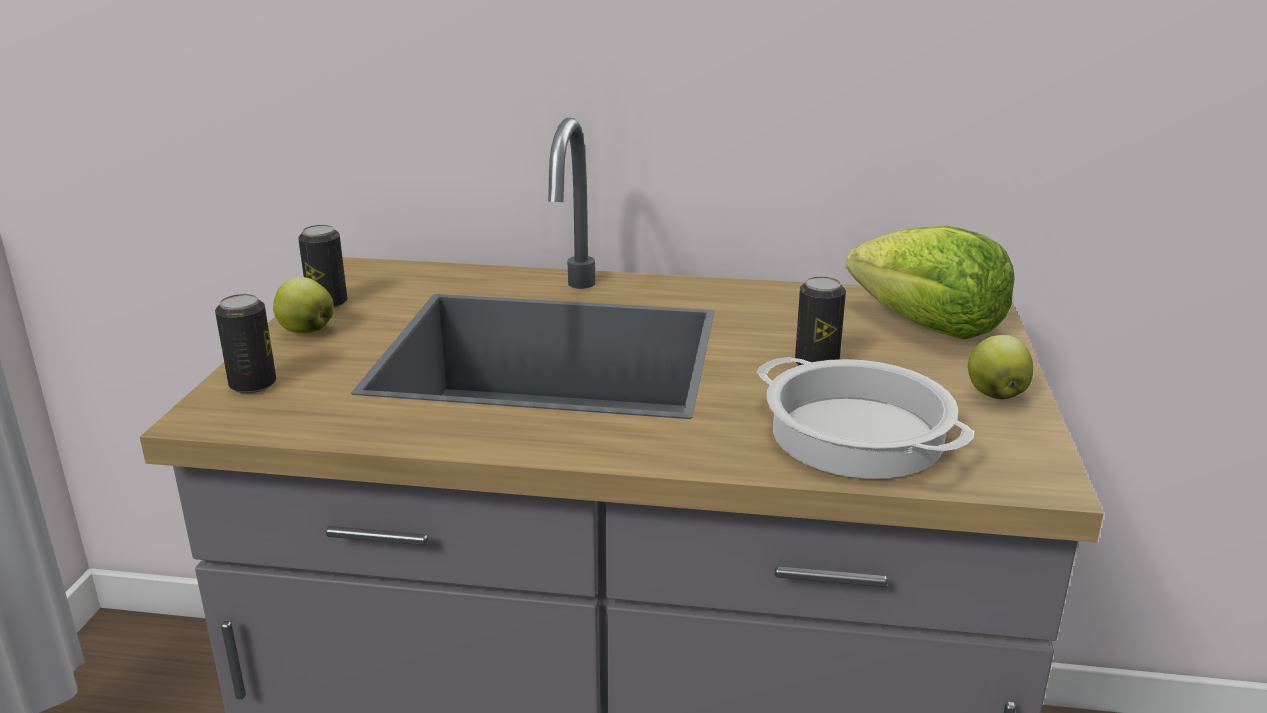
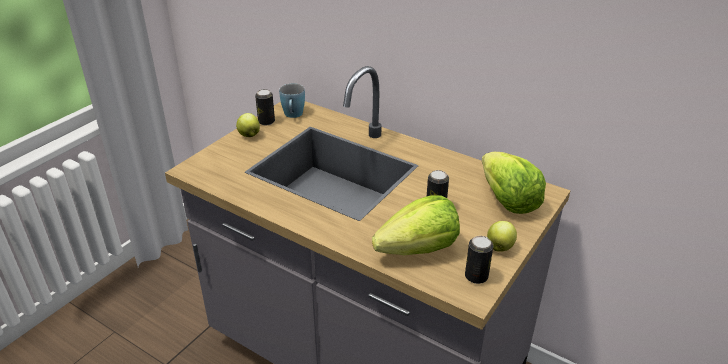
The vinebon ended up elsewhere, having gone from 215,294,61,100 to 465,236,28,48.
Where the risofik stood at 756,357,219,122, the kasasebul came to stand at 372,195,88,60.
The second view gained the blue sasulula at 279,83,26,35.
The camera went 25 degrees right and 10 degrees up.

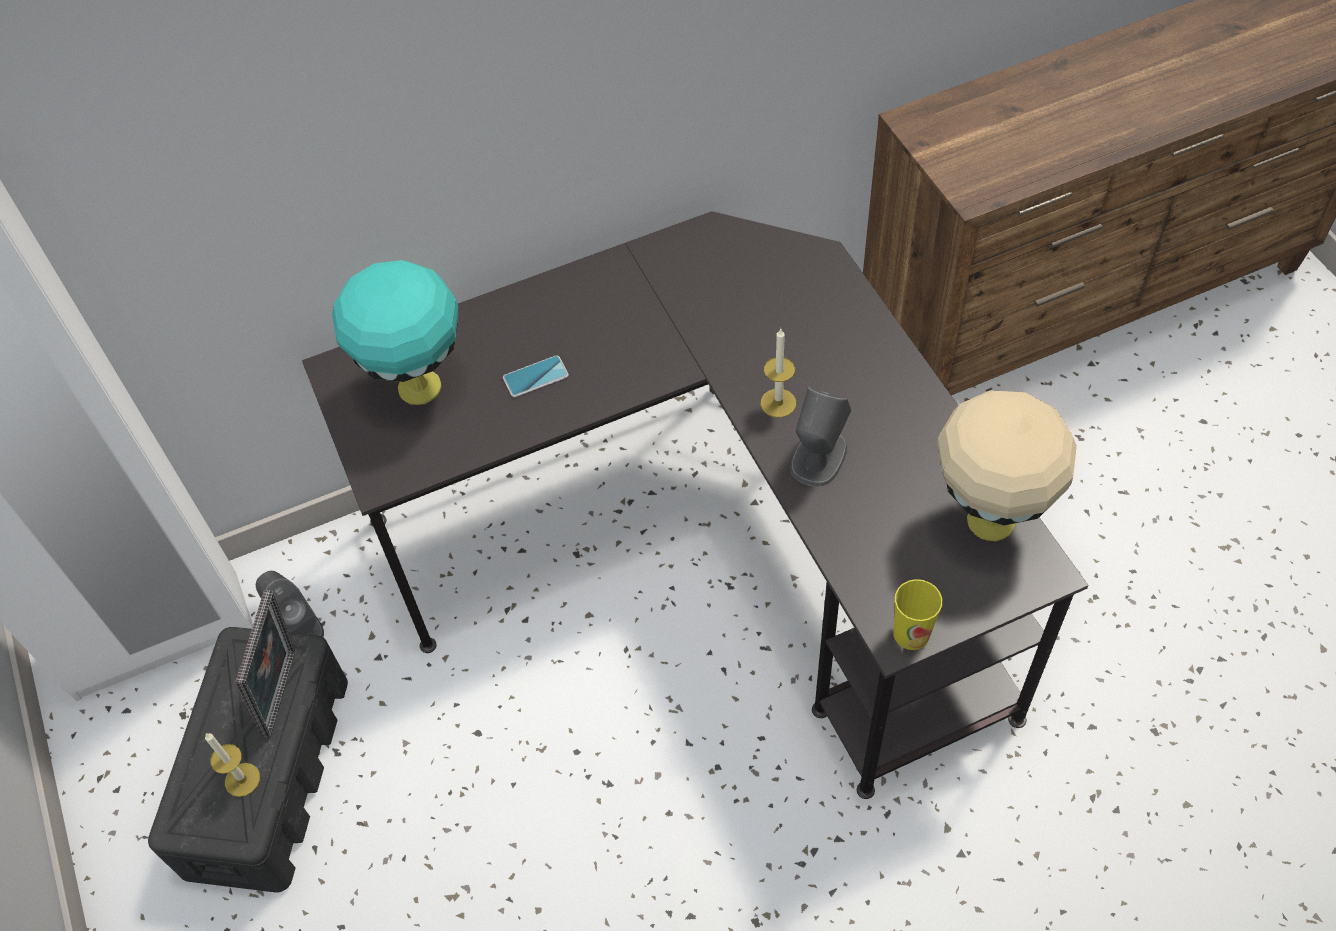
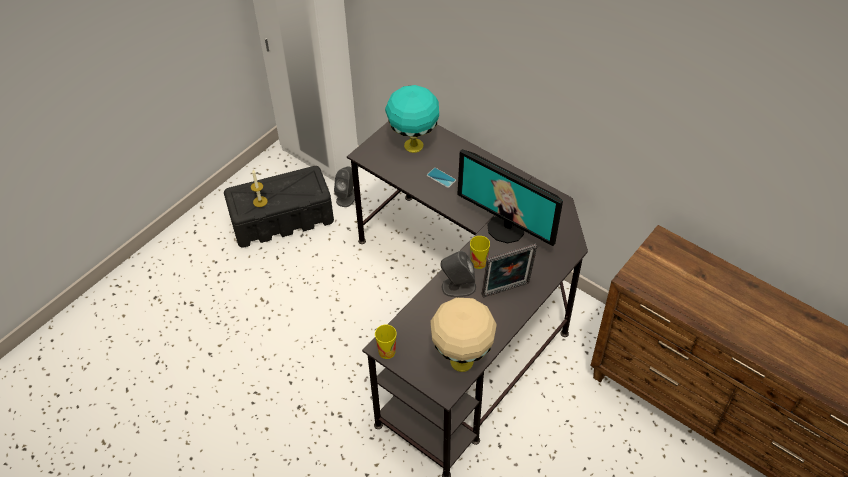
Where the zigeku stood at 761,329,35,89, the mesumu came to stand at 470,236,20,33.
The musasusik ended up elsewhere, having gone from 236,590,59,148 to 481,244,56,54.
The second view gained the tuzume at 457,149,106,97.
The camera went 60 degrees right and 5 degrees down.

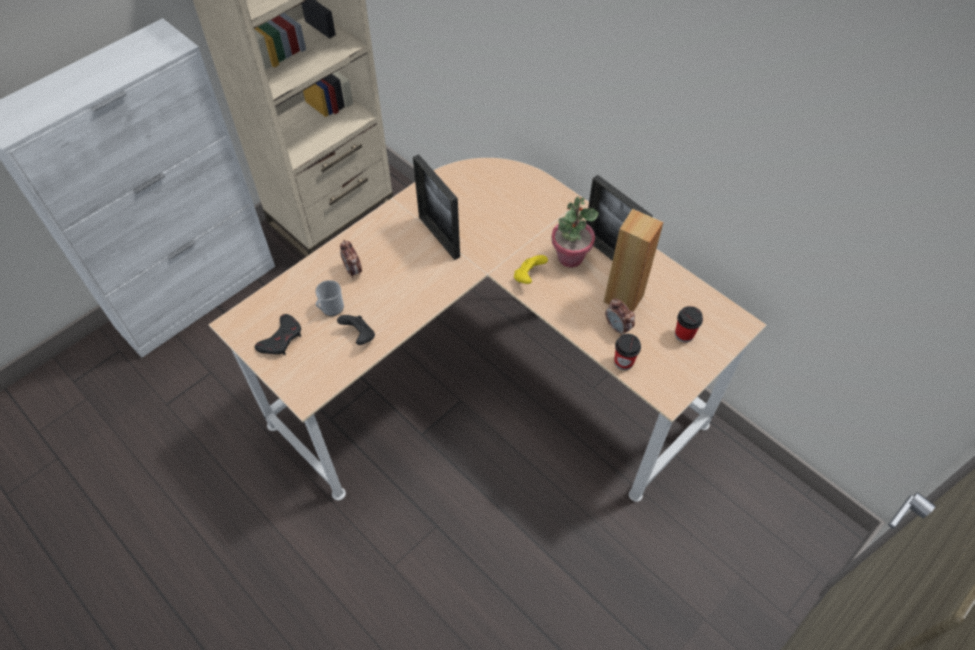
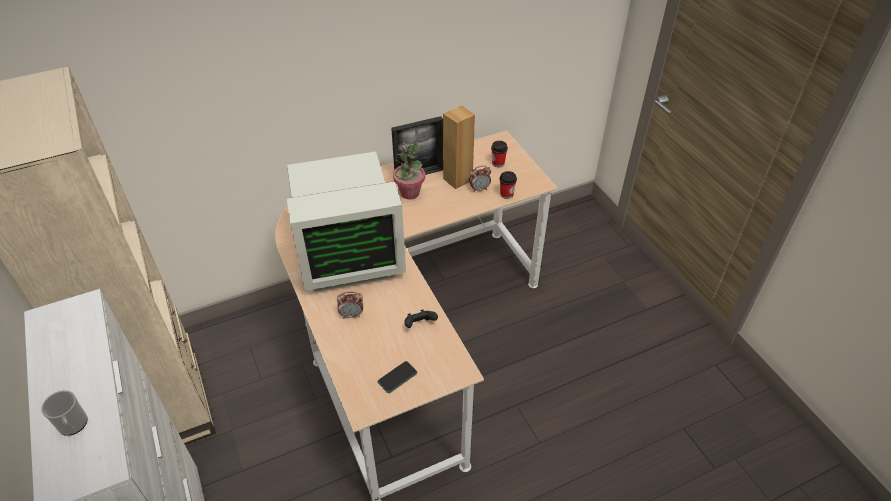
Where the musasusik stood at 413,154,47,106, the tuzume came to stand at 287,152,119,140.
The second view lost the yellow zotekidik at 514,255,34,29.
The sasulula ended up elsewhere, having gone from 315,280,29,36 to 41,390,47,46.
Where the black zotekidik stood at 255,314,46,41, the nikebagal came to stand at 378,361,39,32.
The camera went 70 degrees left and 10 degrees down.

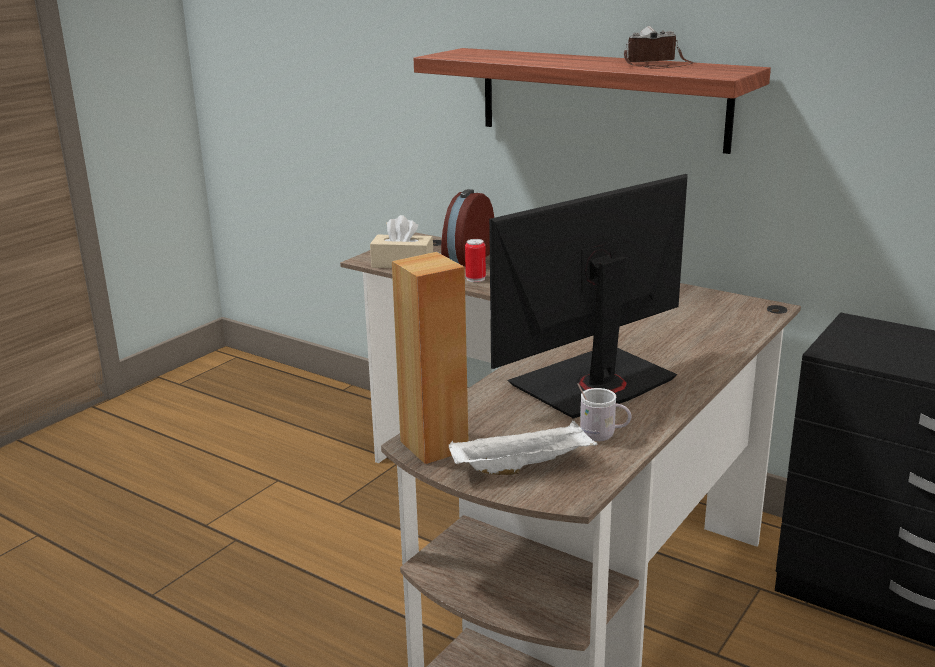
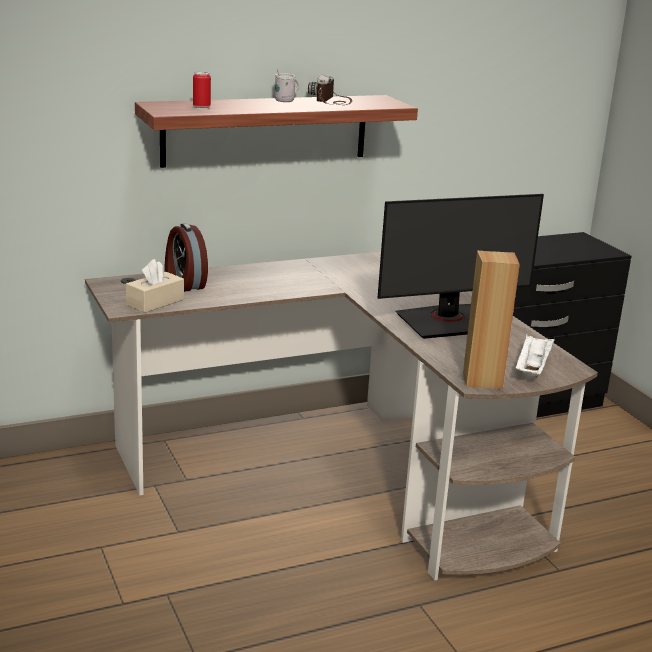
The tuzume at 489,174,199,245 ended up facing another way, 105 degrees counterclockwise from before.
The vinebon ended up elsewhere, having gone from 465,239,21,43 to 193,72,18,38.
The white sasulula ended up elsewhere, having gone from 577,383,54,58 to 275,69,24,33.
The camera went 60 degrees left and 0 degrees up.

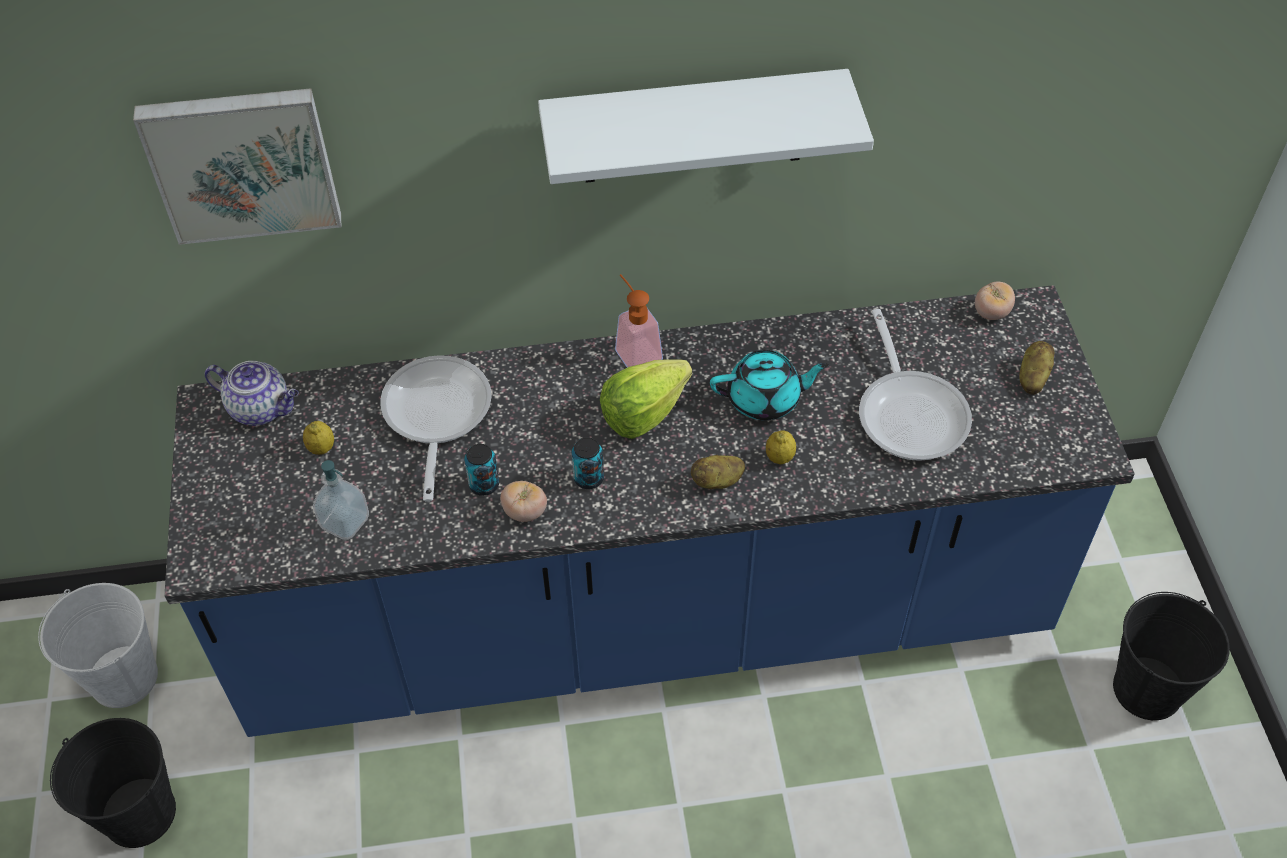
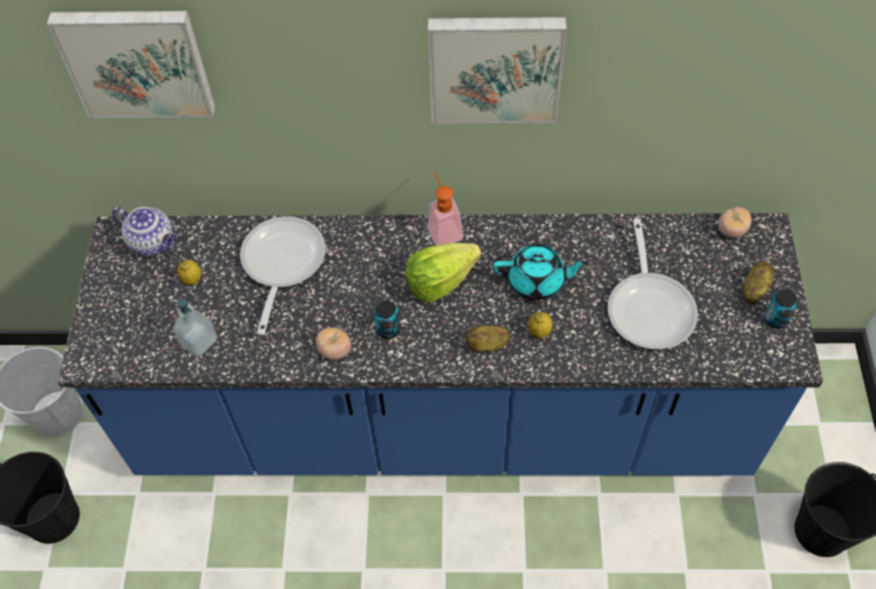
Where the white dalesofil hung at 538,69,336,115, the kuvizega came to hang at 428,17,139,107.
The vinebon ended up elsewhere, having gone from 464,444,35,52 to 765,289,32,39.
The camera went 10 degrees right and 5 degrees up.

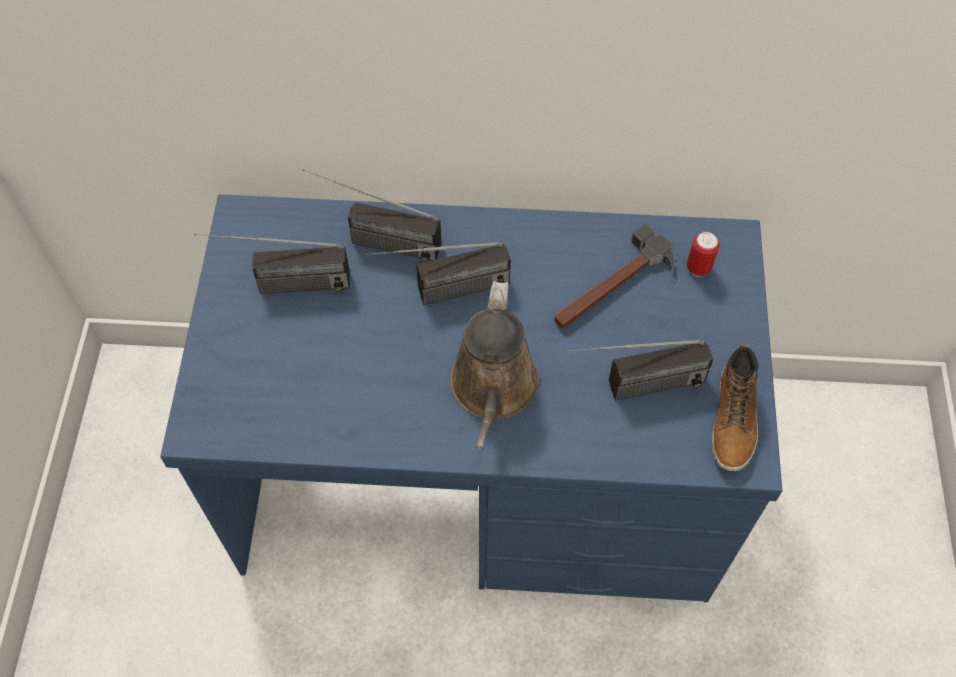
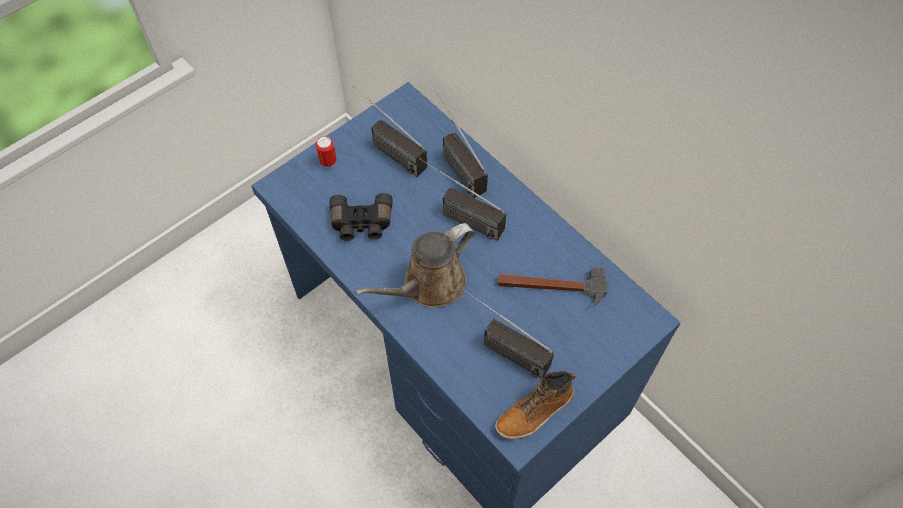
The vinebon ended up elsewhere, having gone from 687,232,33,45 to 316,136,21,32.
The second view gained the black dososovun at 329,193,64,48.
The camera went 45 degrees right and 0 degrees up.

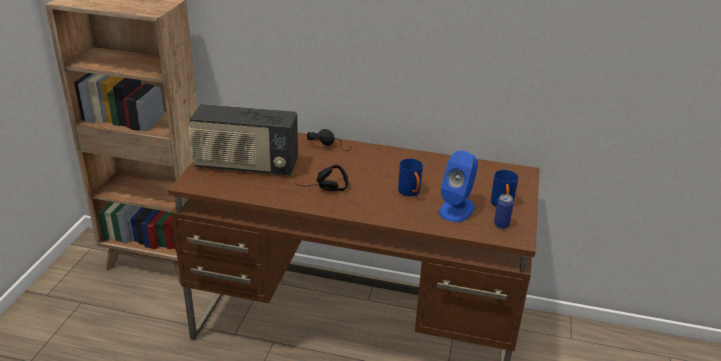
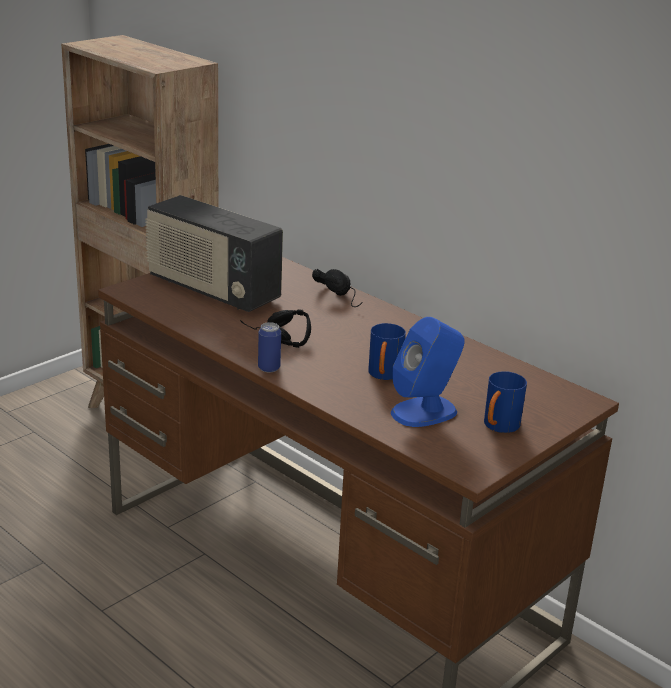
The vinebon ended up elsewhere, having gone from 494,194,20,35 to 258,322,23,50.
The camera went 30 degrees right and 5 degrees down.

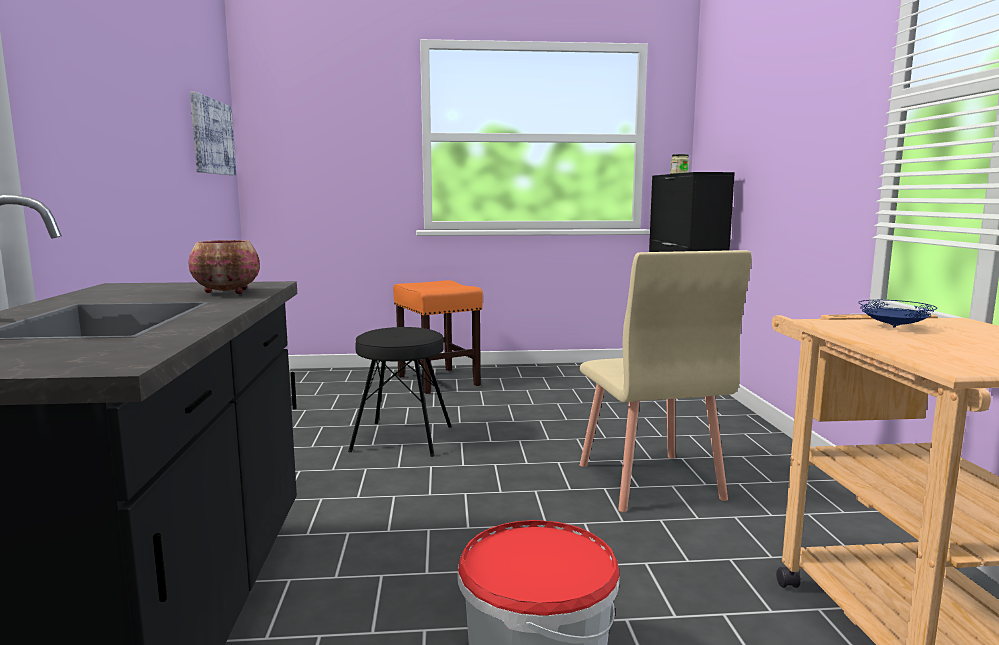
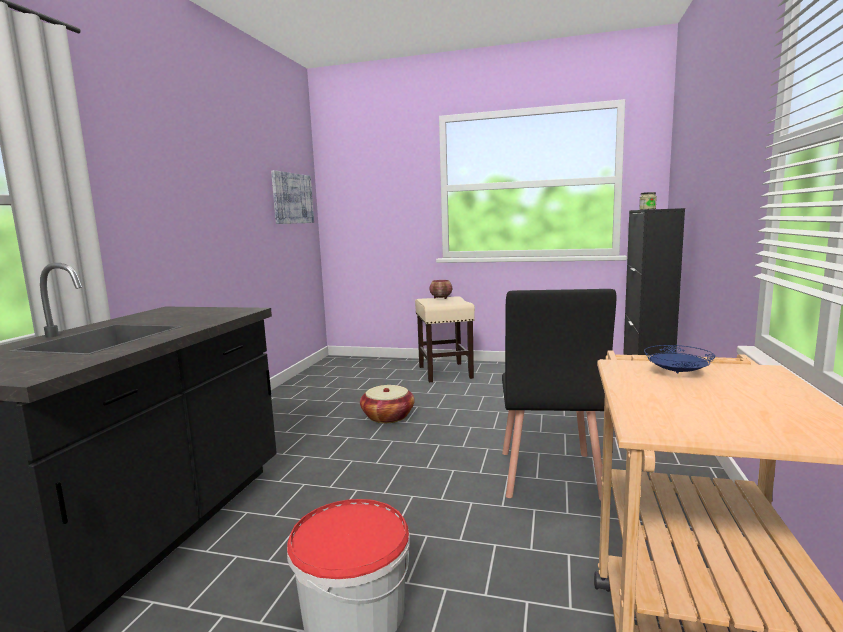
The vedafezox ended up elsewhere, having gone from 188,240,72,54 to 429,280,23,19.
What was the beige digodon at 580,250,172,262 turned into the black digodon at 502,289,114,211.
What was the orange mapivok at 393,280,90,114 turned into the beige mapivok at 415,296,60,86.
Where the black mapivok stood at 348,327,104,130, the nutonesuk came to stand at 360,385,55,38.
The camera went 20 degrees right and 0 degrees up.

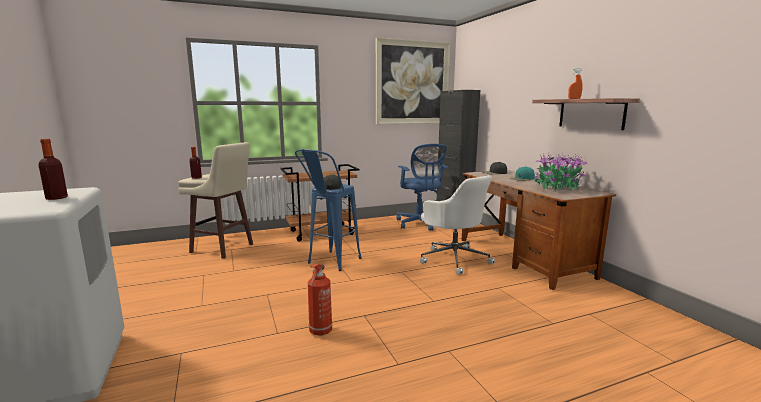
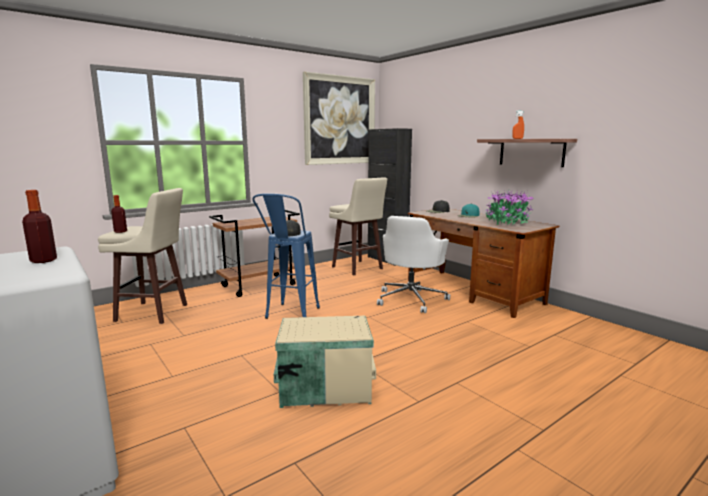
Where the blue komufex stood at 397,144,51,87, the beige mapivok came to stand at 329,177,58,98.
The white komufex at 420,175,75,100 ended up facing another way, 75 degrees clockwise from before.
Where the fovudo stood at 308,264,24,72, the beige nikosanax came to stand at 274,316,102,92.
The camera went 15 degrees left and 0 degrees up.

